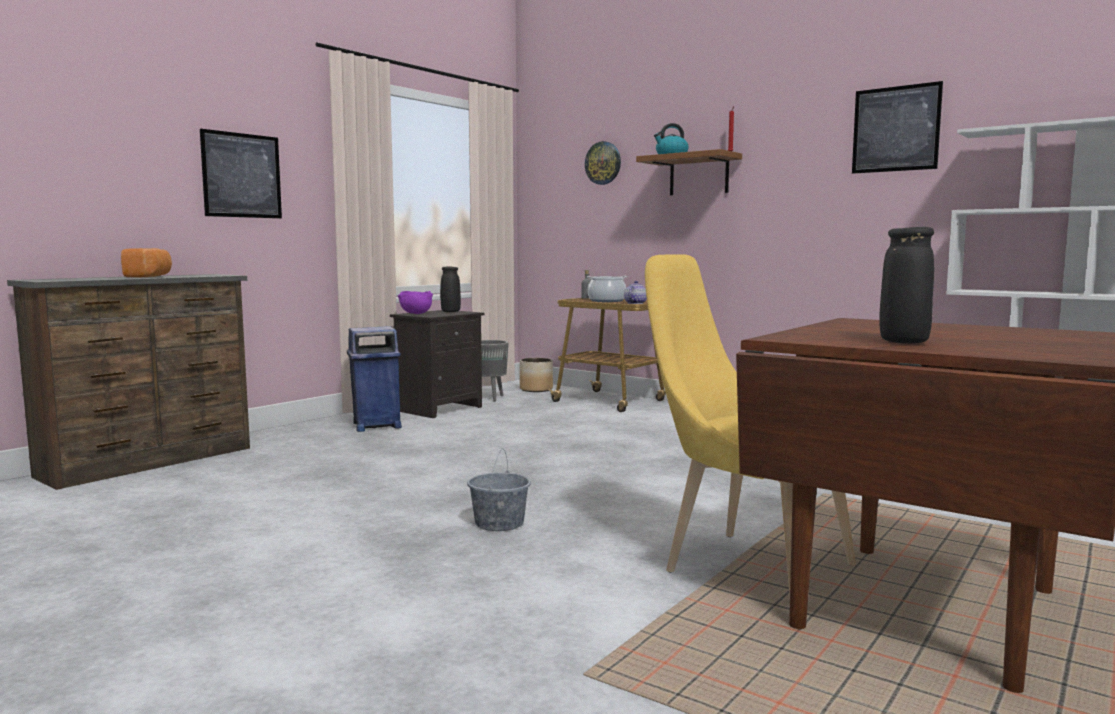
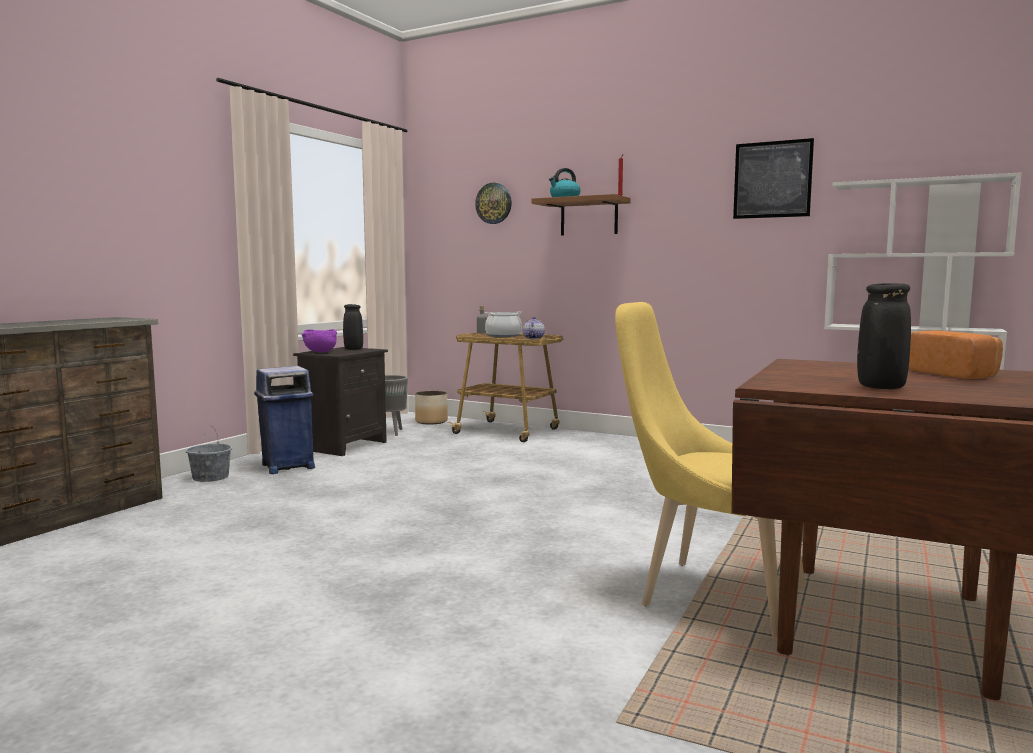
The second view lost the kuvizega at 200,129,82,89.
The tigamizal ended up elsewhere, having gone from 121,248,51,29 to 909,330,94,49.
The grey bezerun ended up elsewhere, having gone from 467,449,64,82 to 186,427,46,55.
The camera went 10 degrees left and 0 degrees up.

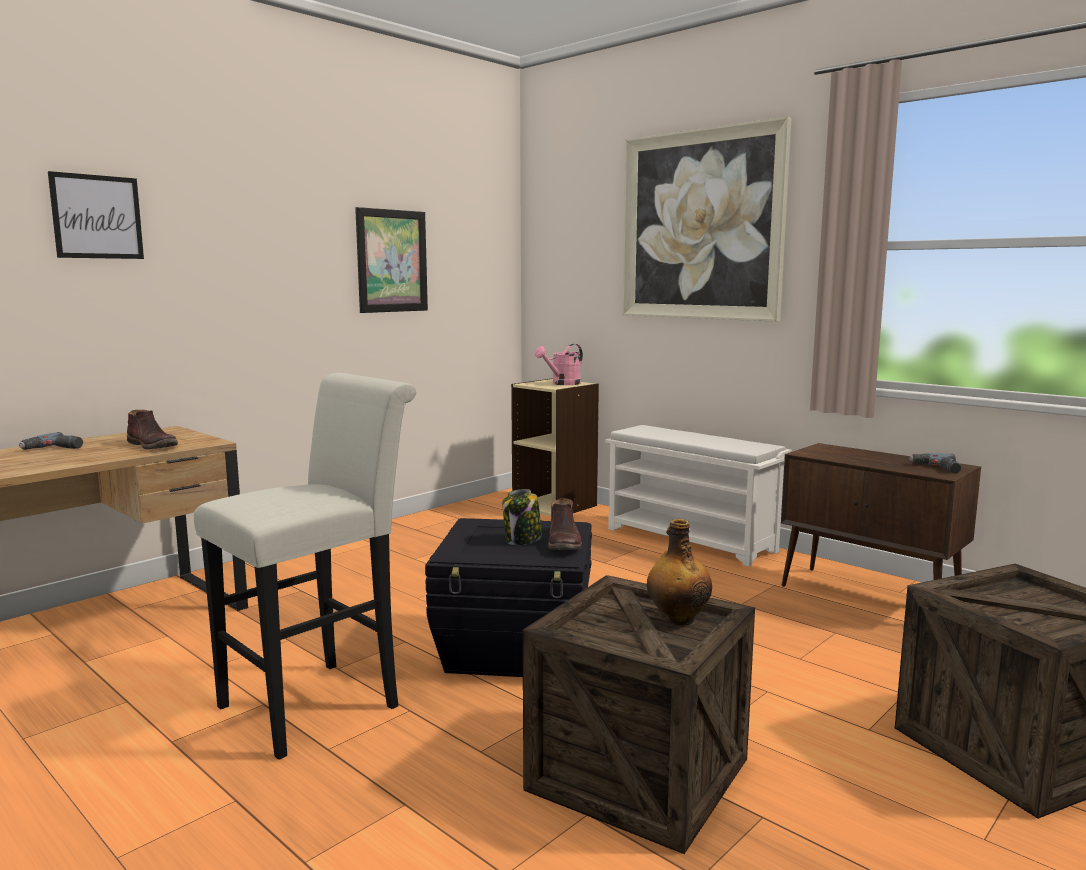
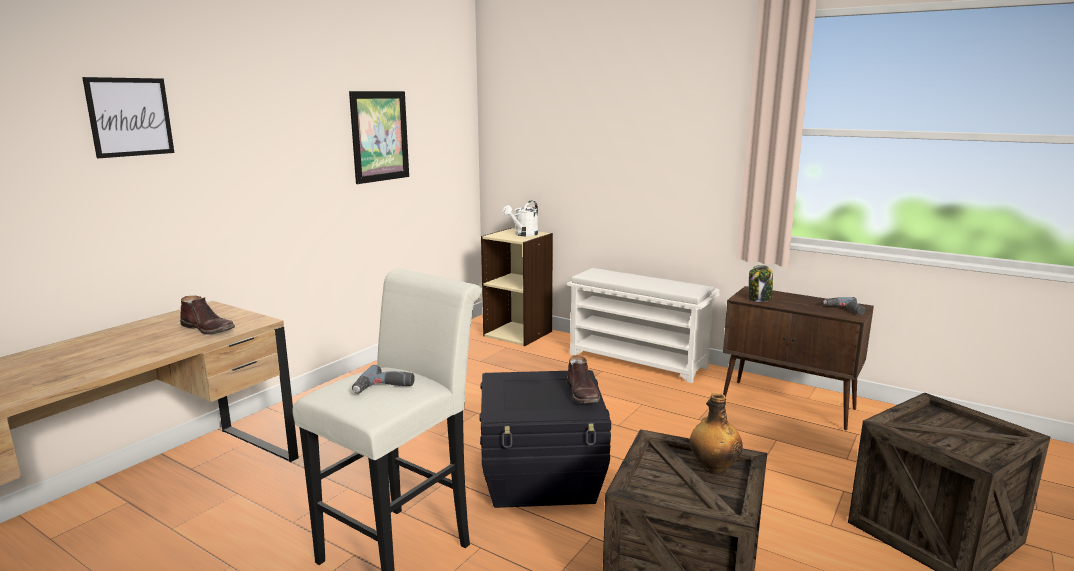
The second view lost the kuvizega at 622,116,170,206.
What was the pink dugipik at 535,344,48,41 turned into the white dugipik at 503,200,36,36.
The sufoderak ended up elsewhere, having gone from 19,432,64,18 to 352,365,63,29.
The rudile ended up elsewhere, having gone from 503,489,39,56 to 749,265,24,37.
The camera went 10 degrees left and 5 degrees up.

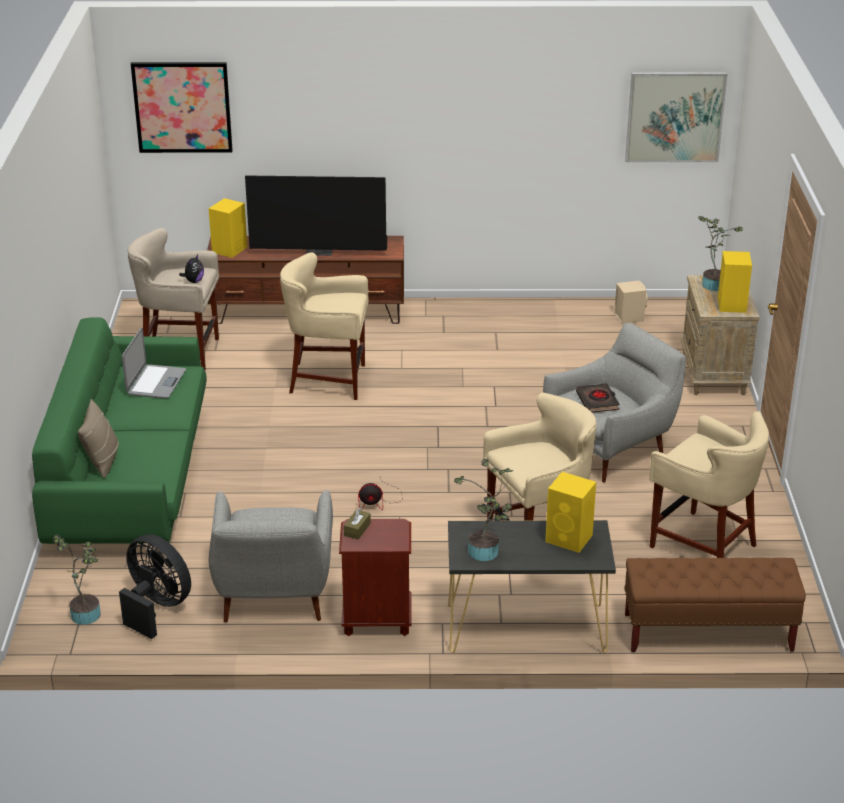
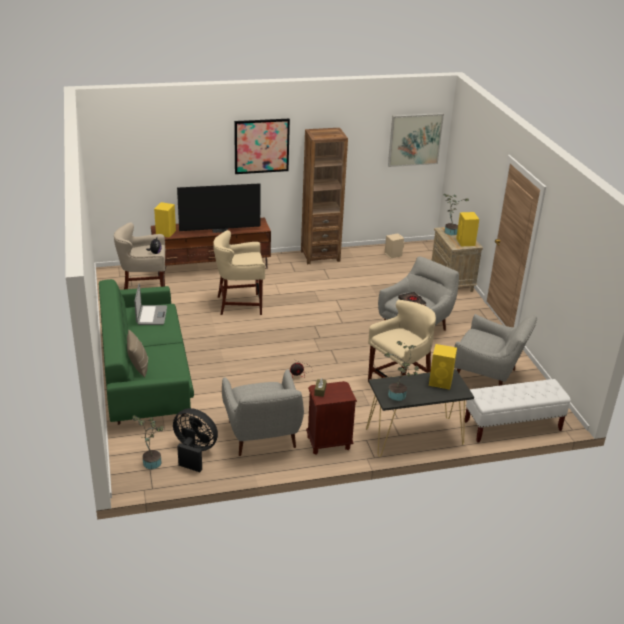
The kuvizega ended up elsewhere, having gone from 131,62,102,91 to 234,119,56,55.
Where the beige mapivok stood at 649,411,120,147, the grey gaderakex came to stand at 454,314,83,72.
What was the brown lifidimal at 625,558,181,94 turned into the white lifidimal at 465,379,106,64.
The second view gained the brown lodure at 301,128,47,136.
The camera went 15 degrees left and 0 degrees up.

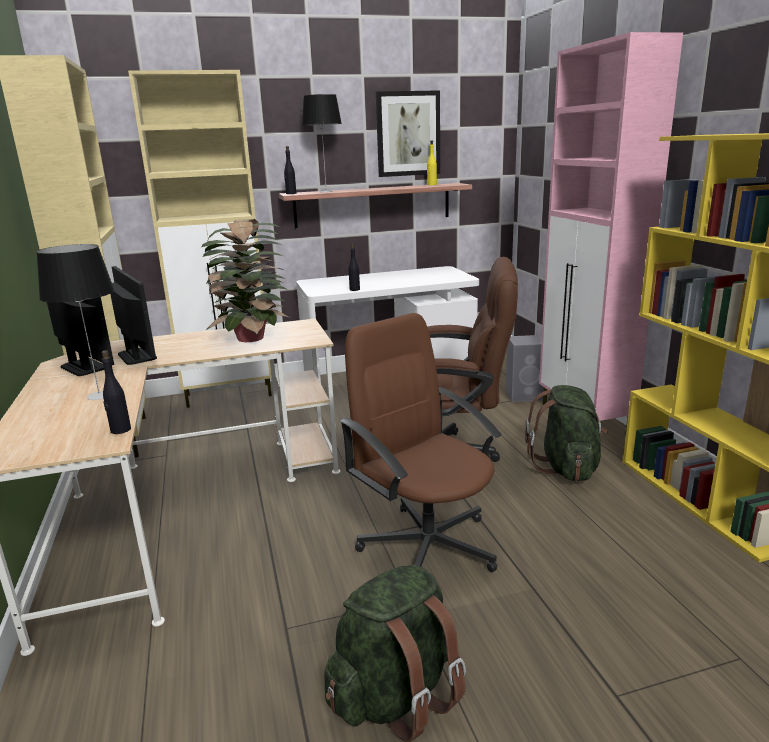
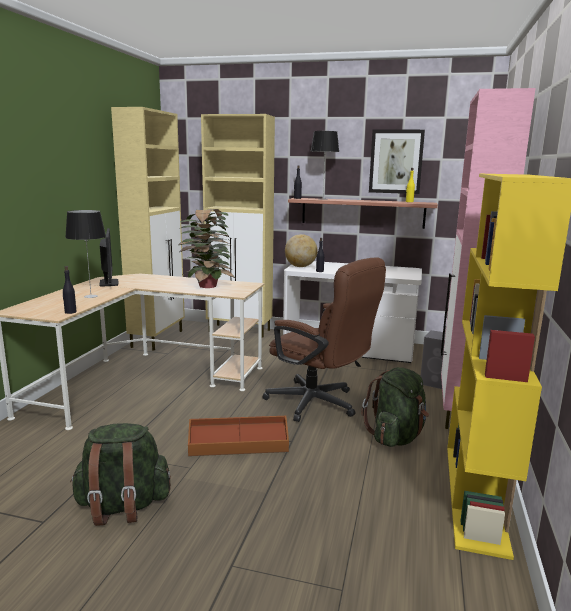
The second view lost the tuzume at 110,266,47,99.
Where the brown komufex stood at 340,313,161,259, the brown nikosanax came to stand at 188,416,101,40.
The second view gained the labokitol at 285,234,32,33.
The camera went 30 degrees right and 5 degrees down.

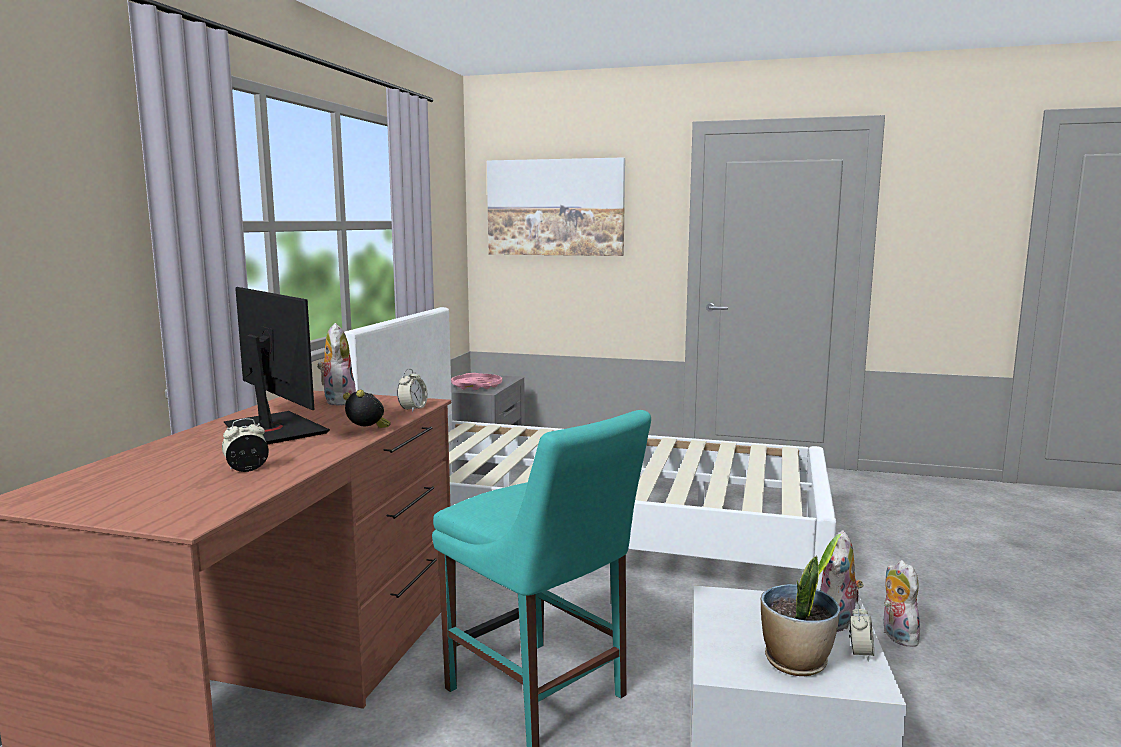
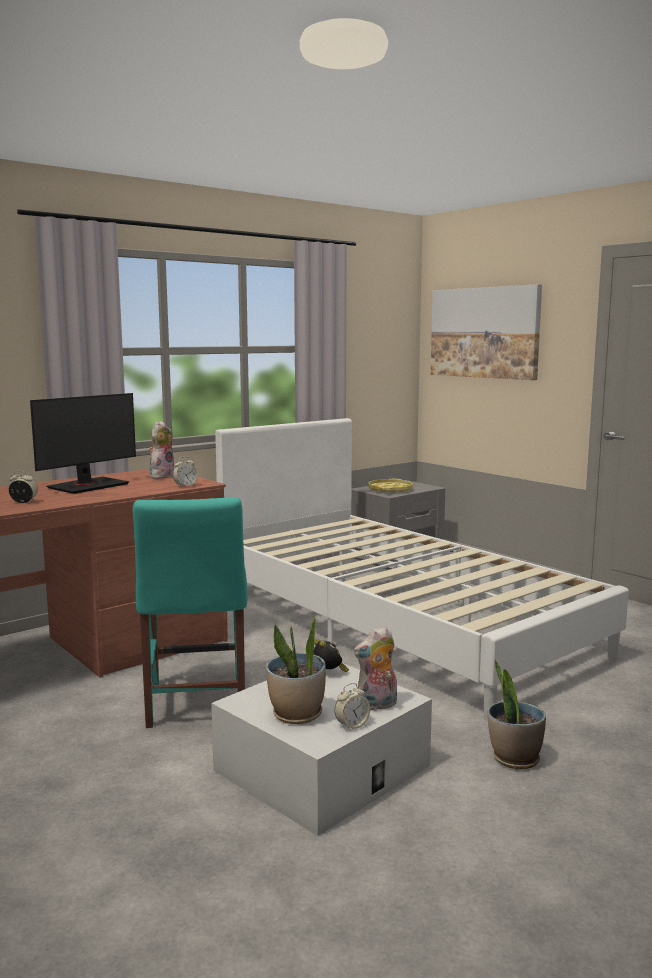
The tuzume at 223,287,107,158 ended up facing another way, 45 degrees clockwise from before.
What was the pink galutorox at 451,373,51,17 turned into the yellow galutorox at 368,479,45,14.
The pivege ended up elsewhere, having gone from 343,390,48,38 to 313,639,36,33.
Where the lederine stood at 884,560,36,87, the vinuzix came to stand at 488,659,58,111.
The camera went 35 degrees right and 0 degrees up.

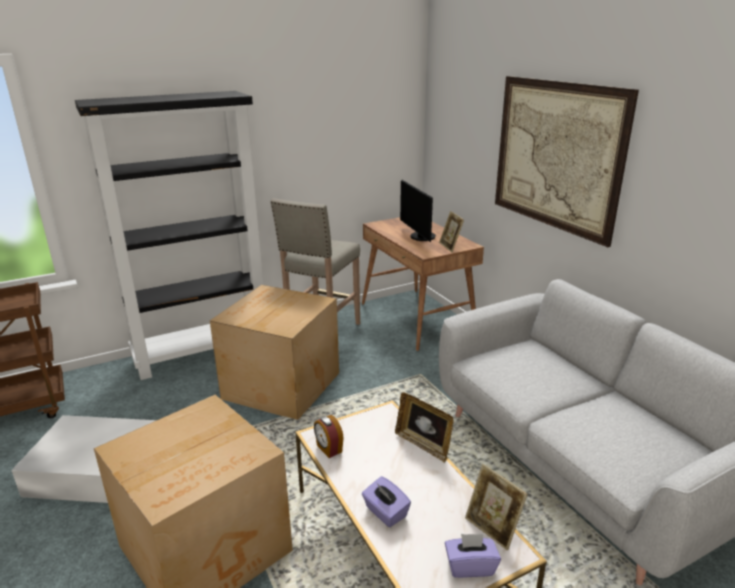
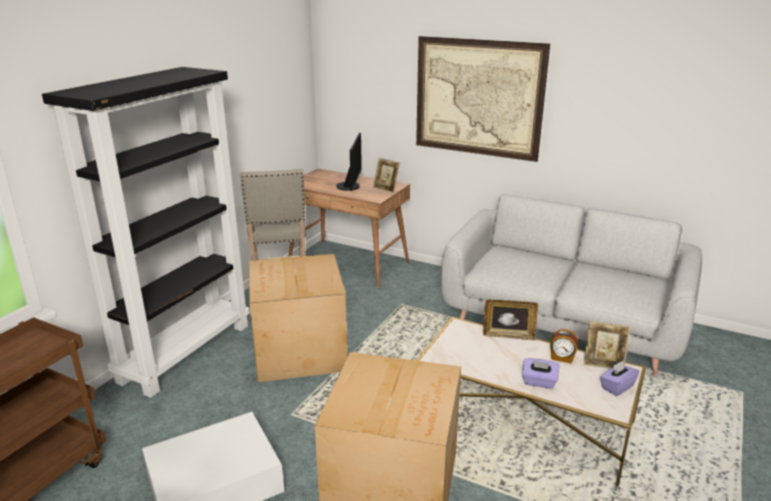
The tuzume at 400,180,36,62 ended up facing another way, 120 degrees counterclockwise from before.
The pivege ended up elsewhere, having gone from 314,415,30,43 to 550,329,28,35.
The camera went 35 degrees left and 0 degrees up.

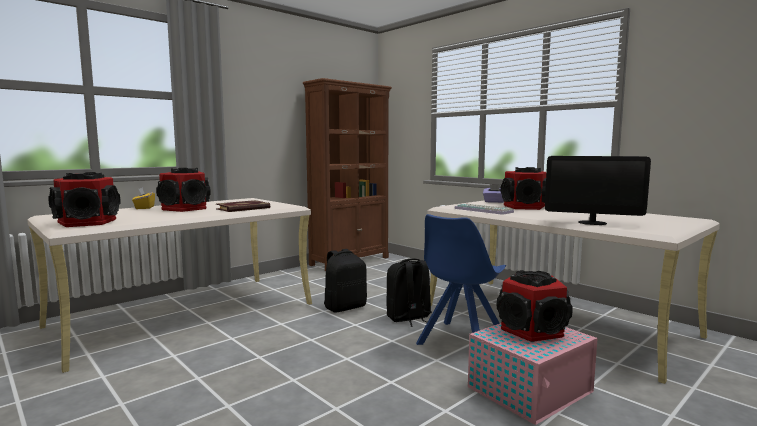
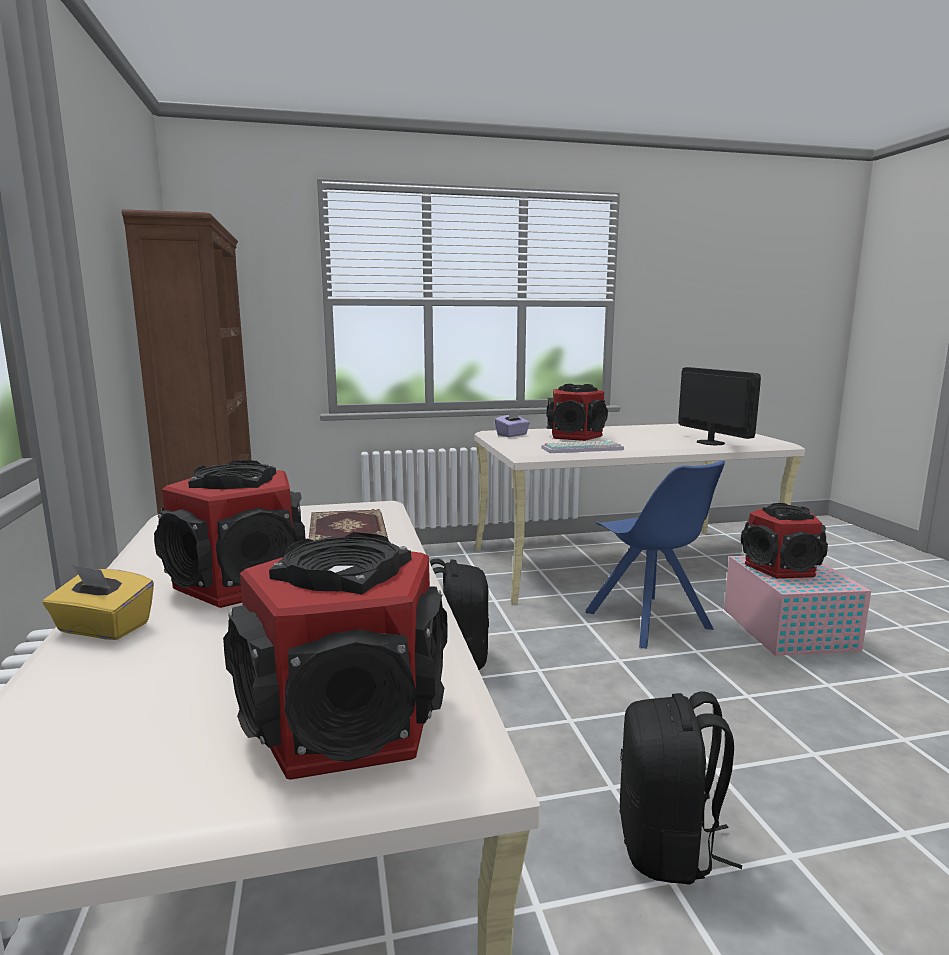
The tuzume at 545,156,106,69 ended up facing another way, 75 degrees counterclockwise from before.
The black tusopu ended up elsewhere, having gone from 387,258,45,69 to 620,691,122,194.
The camera went 60 degrees left and 5 degrees up.

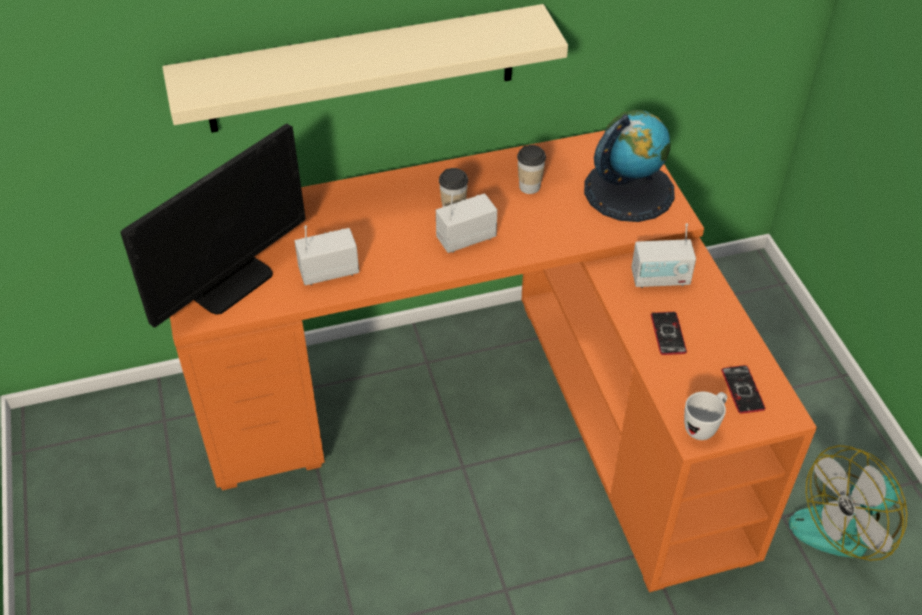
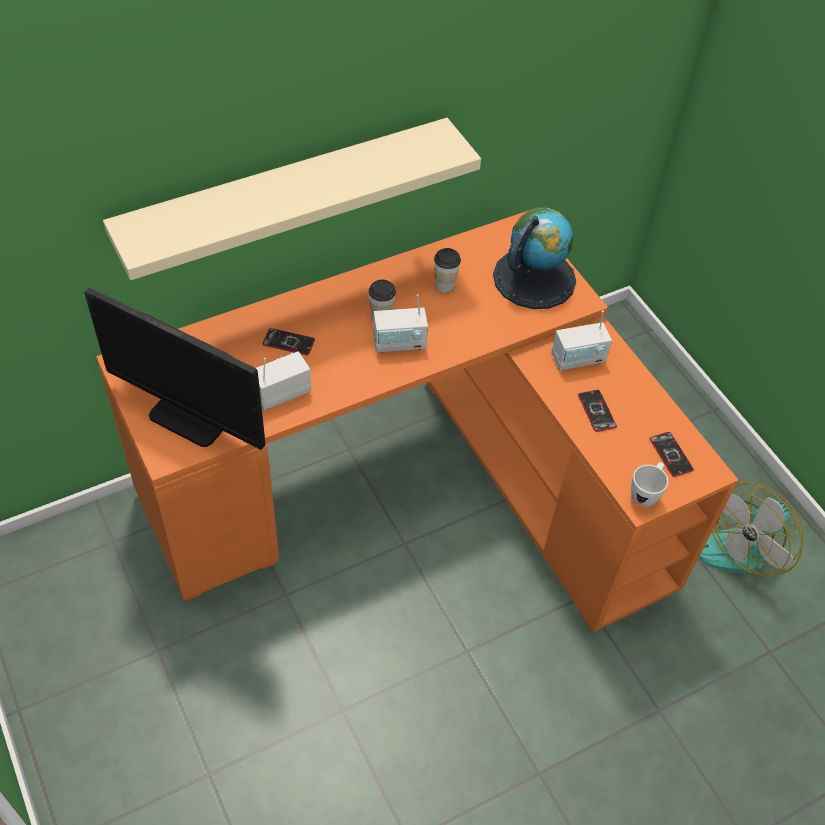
The tuzume at 121,124,184,204 ended up facing another way, 90 degrees clockwise from before.
The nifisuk at 436,193,61,60 ended up facing another way, 150 degrees counterclockwise from before.
The second view gained the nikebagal at 262,328,53,27.
The camera went 15 degrees left and 5 degrees up.

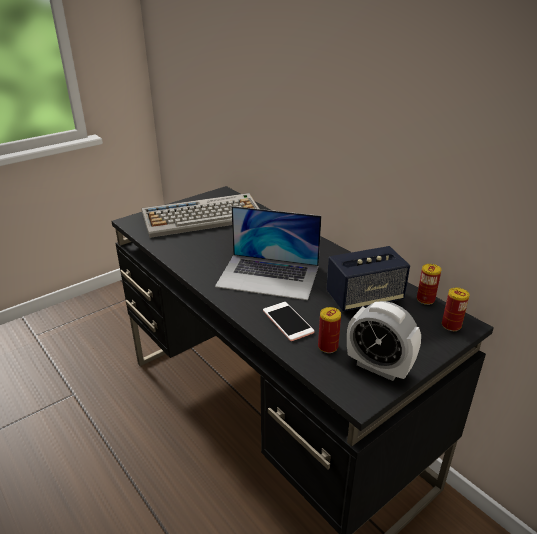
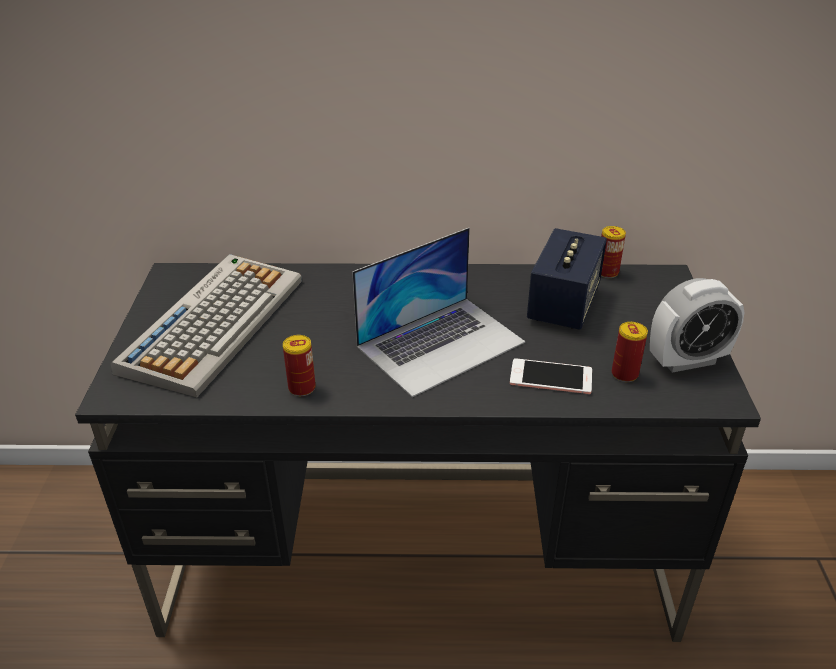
The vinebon ended up elsewhere, having gone from 442,288,28,43 to 283,335,33,61.
The camera went 50 degrees left and 5 degrees up.

